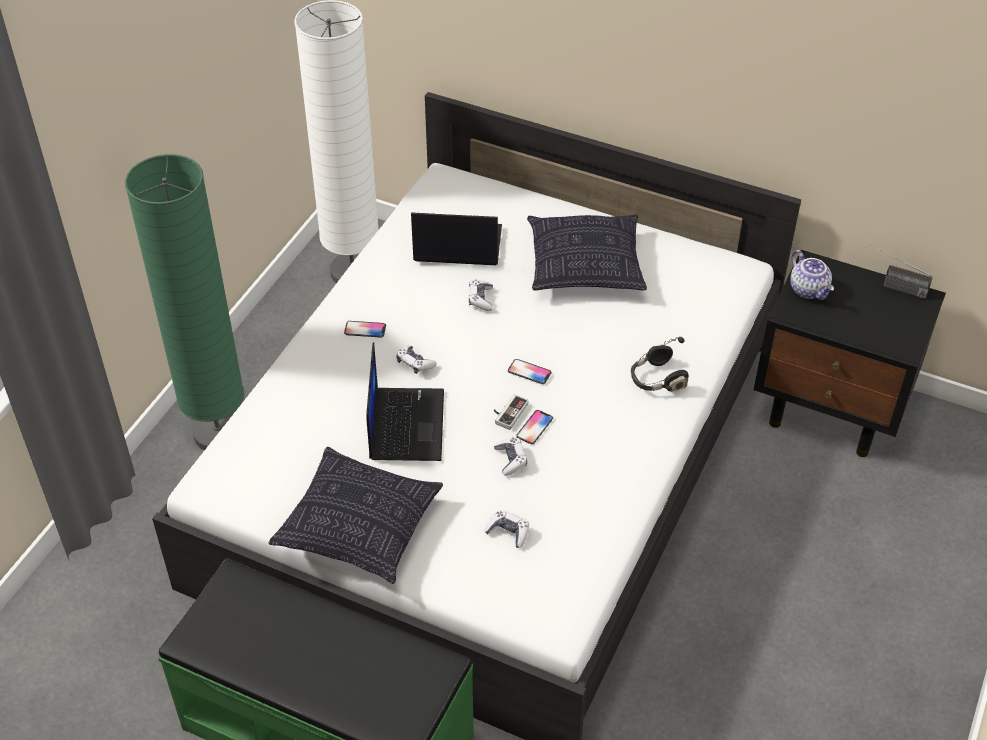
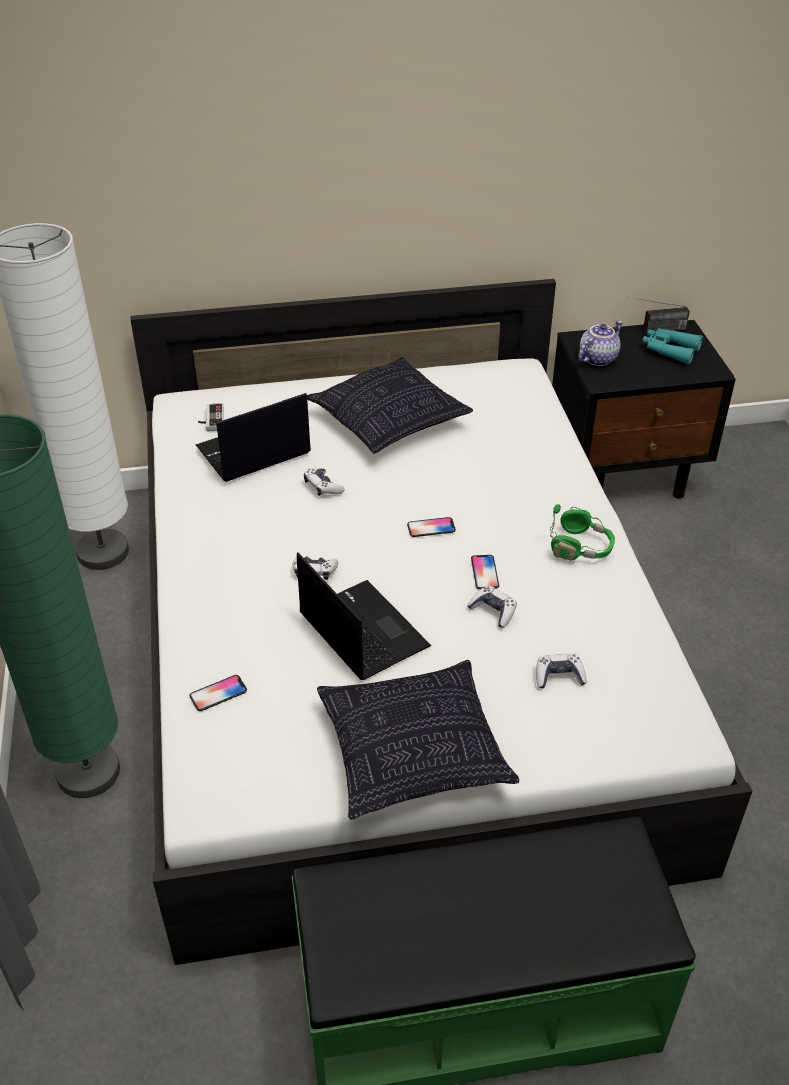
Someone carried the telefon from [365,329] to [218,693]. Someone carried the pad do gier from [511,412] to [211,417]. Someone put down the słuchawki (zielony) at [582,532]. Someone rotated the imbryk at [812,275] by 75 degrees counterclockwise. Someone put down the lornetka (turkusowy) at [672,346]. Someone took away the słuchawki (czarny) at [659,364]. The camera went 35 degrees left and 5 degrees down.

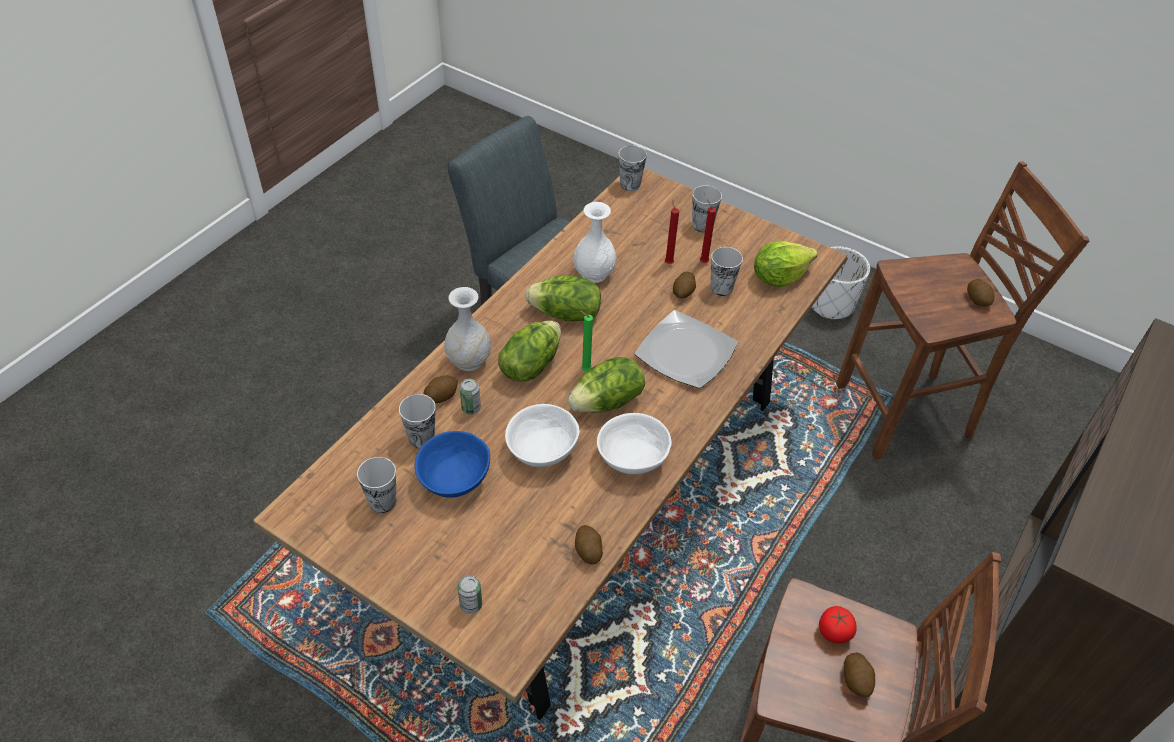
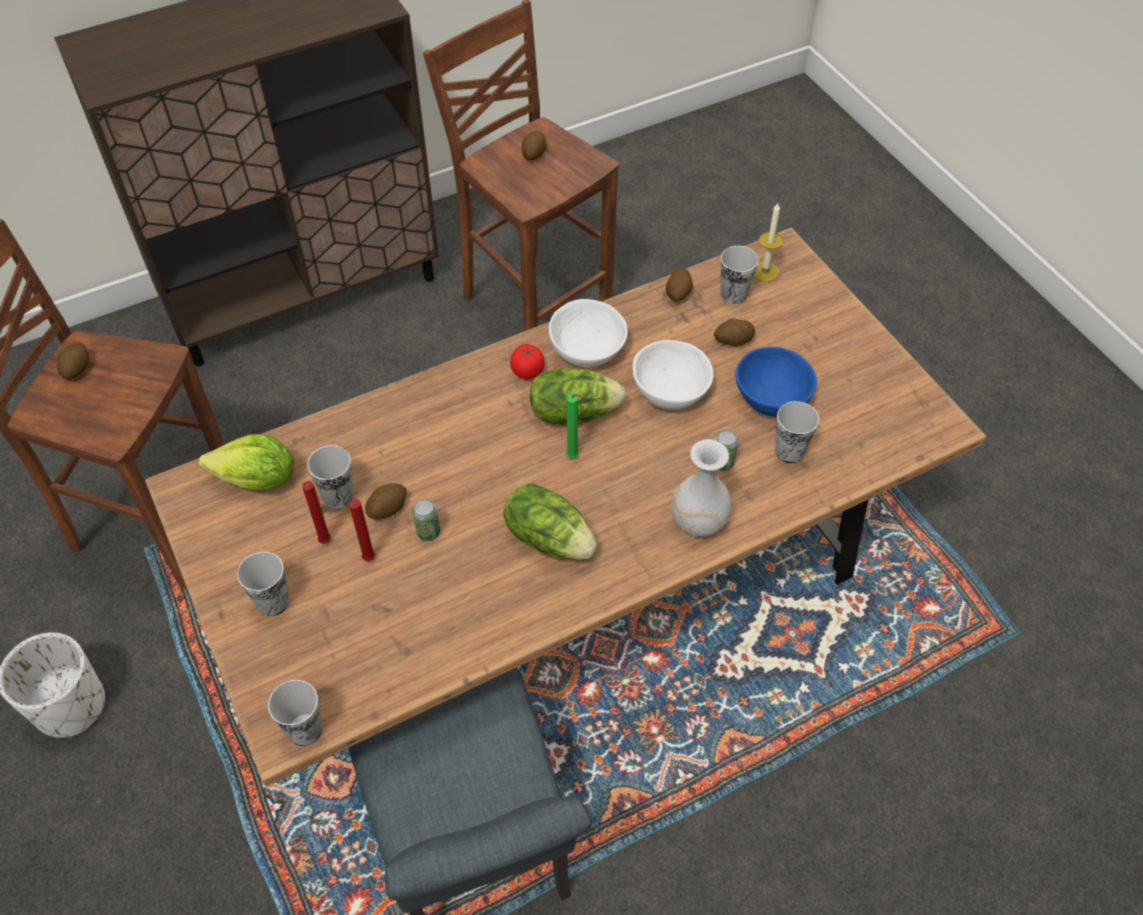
Someone carried the puszka from [470,594] to [426,520]. Someone carried the pomidor from [838,624] to [527,362]. Someone carried the ziemniak from [440,389] to [734,332]. Someone carried the filiżanka from [376,485] to [740,275]. Someone put down the świeca at [768,242]. Someone took away the sałata at [529,351]. Someone took away the wazon (biały) at [595,242]. Someone took away the talerz at [686,349]. The camera went 150 degrees left and 5 degrees up.

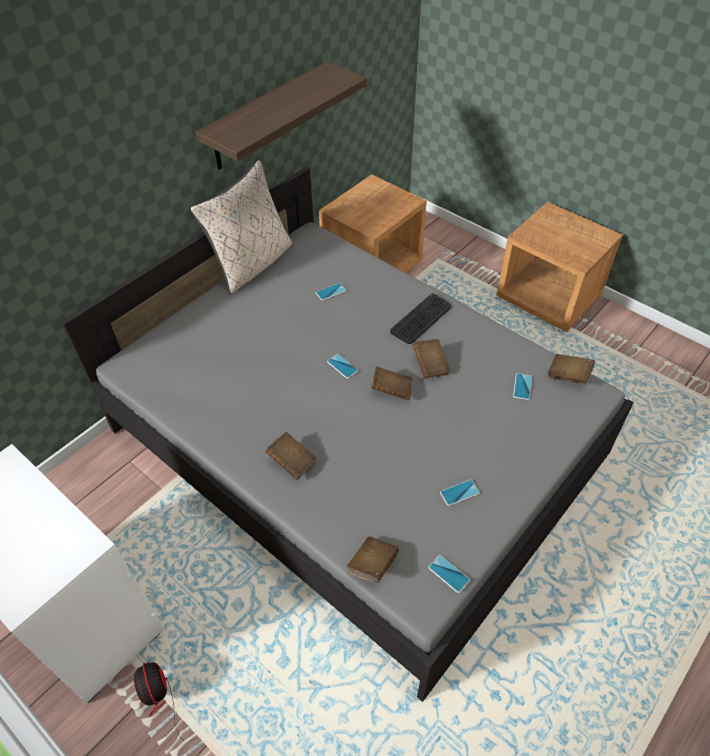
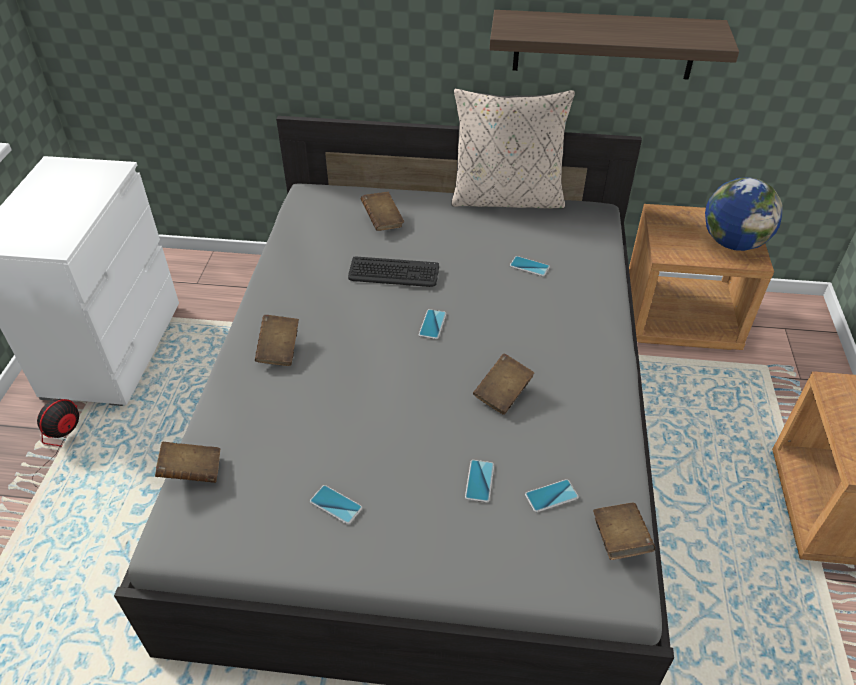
Someone carried the klawiatura from [420,318] to [393,271]. Someone carried the książka (brązowy) from [391,383] to [382,211]. Someone carried the telefon from [449,574] to [479,481]. Someone put down the globus at [744,214]. The camera went 55 degrees right and 5 degrees down.

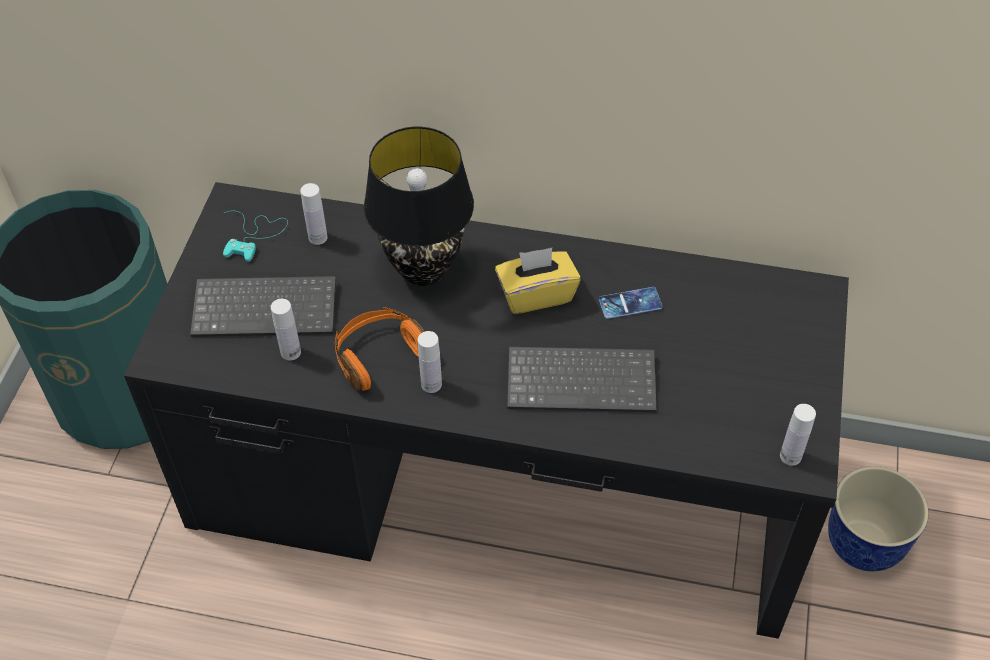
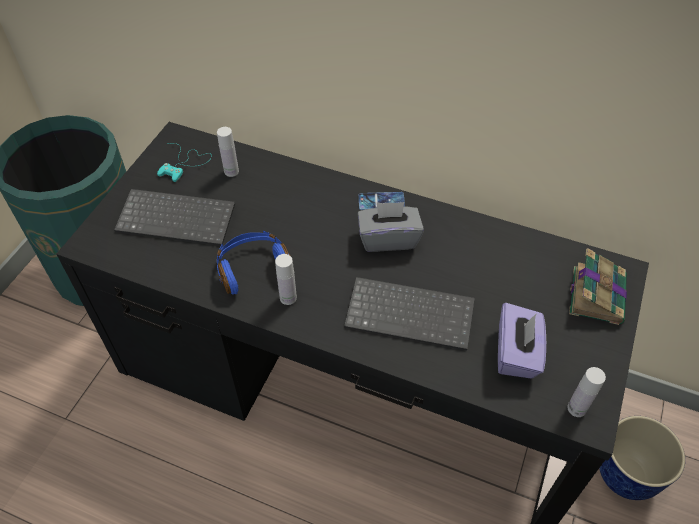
Someone repainted the słuchawki (pomarańczowy) at [379,349], which became the słuchawki (niebieski) at [254,263]. Someone repainted the pudełko chusteczek (żółty) at [538,281], which became the pudełko chusteczek (szary) at [391,227]. Someone carried the telefon from [631,303] to [382,201]. Someone put down the pudełko chusteczek (fioletowy) at [522,341]. Someone put down the książka at [598,286]. Someone took away the butelka (biały) at [286,329]. Someone took away the lampa stołowa (czarny) at [419,206]. The camera went 10 degrees right and 0 degrees up.

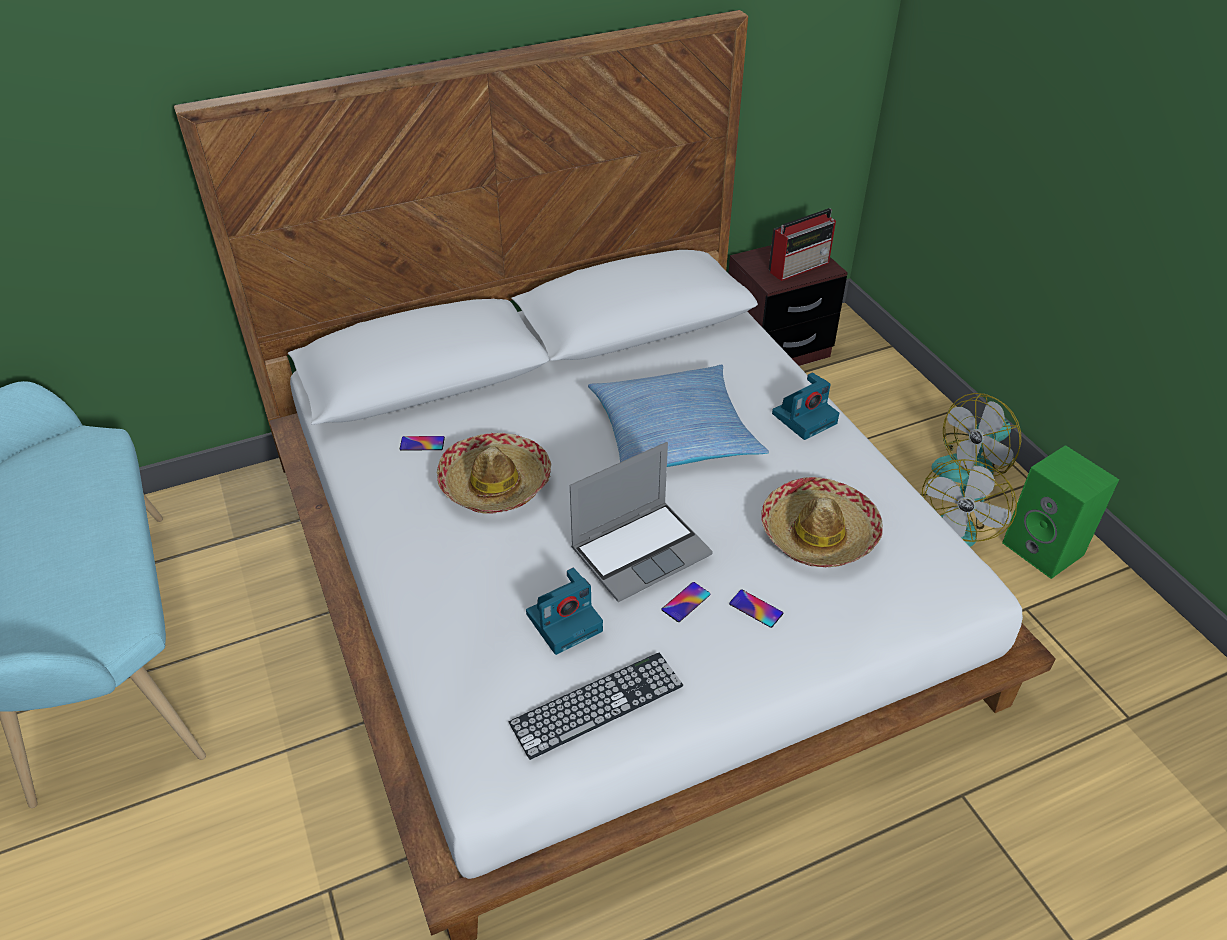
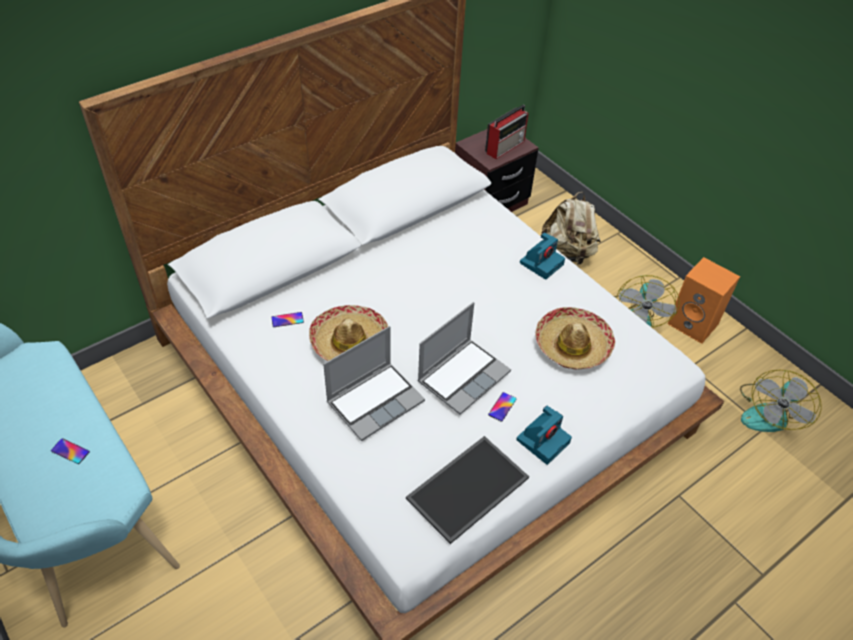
Someone carried the telefon from [756,609] to [70,451]. Someone put down the laptop at [374,383]. Someone swapped the klawiatura at [596,706] for the taca at [467,490]. Someone carried the aparat fotograficzny from [564,611] to [544,435]. Someone put down the plecak (beżowy) at [571,228]. Someone repainted the głośnik (zielony) at [1060,512], which became the głośnik (pomarańczowy) at [704,300]. Someone carried the wentylator from [976,438] to [781,401]. Someone took away the poduszka at [678,415]. The camera went 15 degrees left and 5 degrees up.

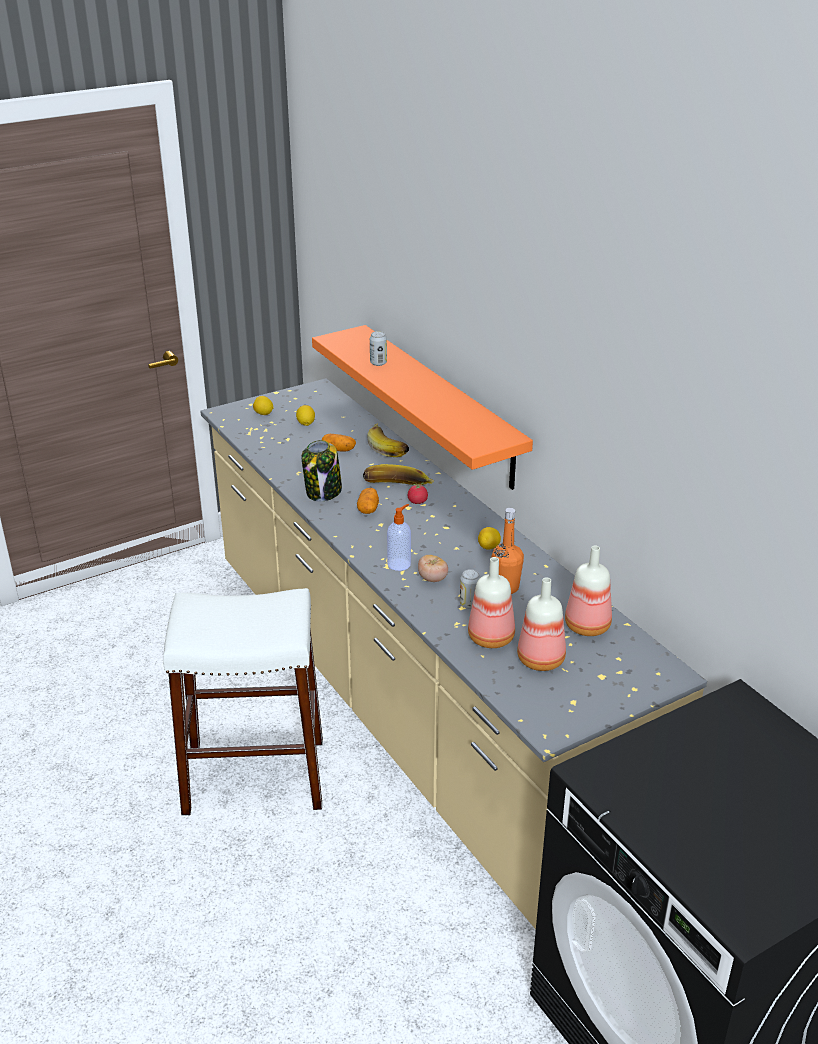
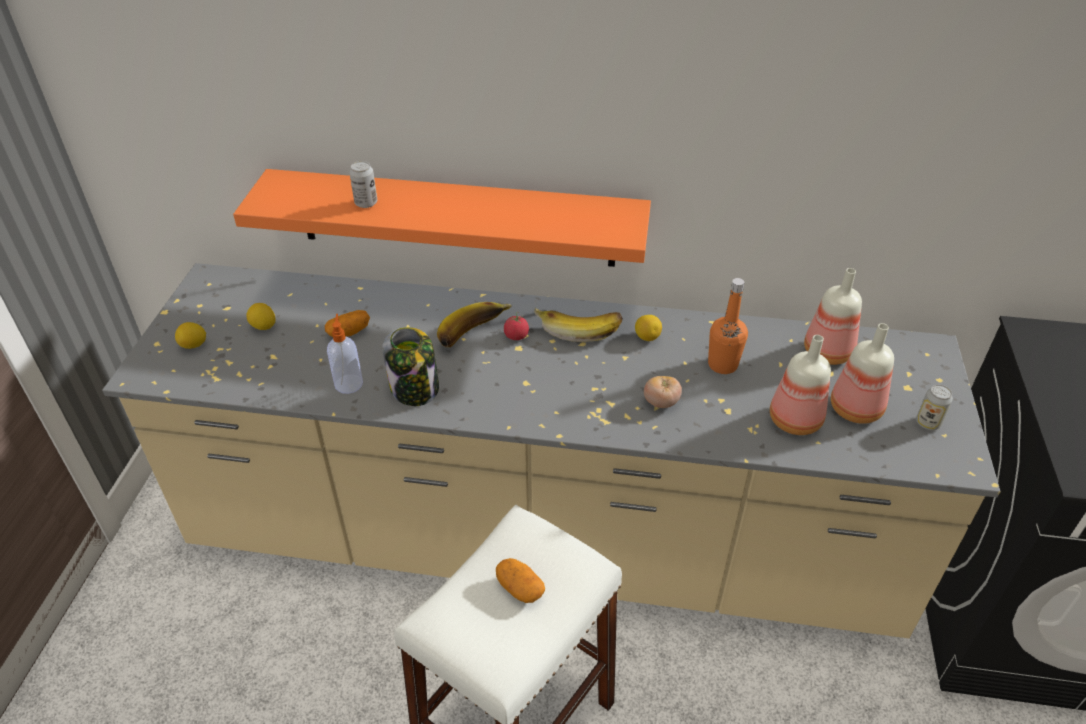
Someone carried the dozownik mydła from [399,537] to [345,354]. Someone carried the ziemniak from [368,501] to [520,580]. Someone carried the banan from [388,440] to [578,325]. Someone carried the puszka from [470,589] to [934,407]. The camera went 50 degrees left and 10 degrees up.

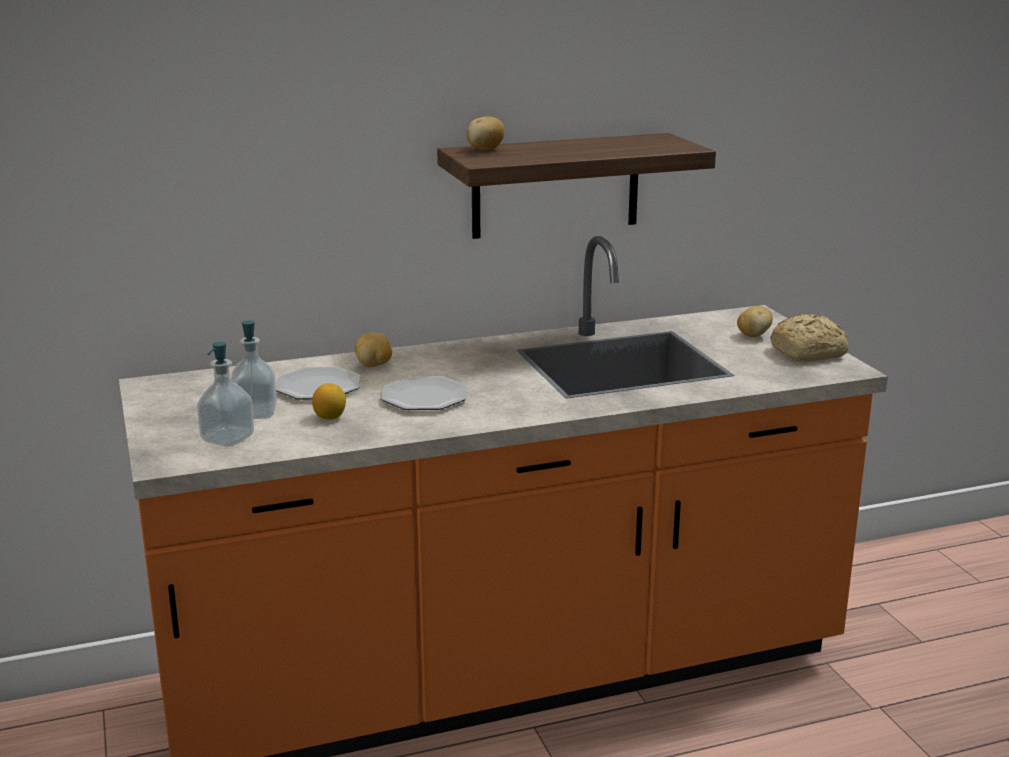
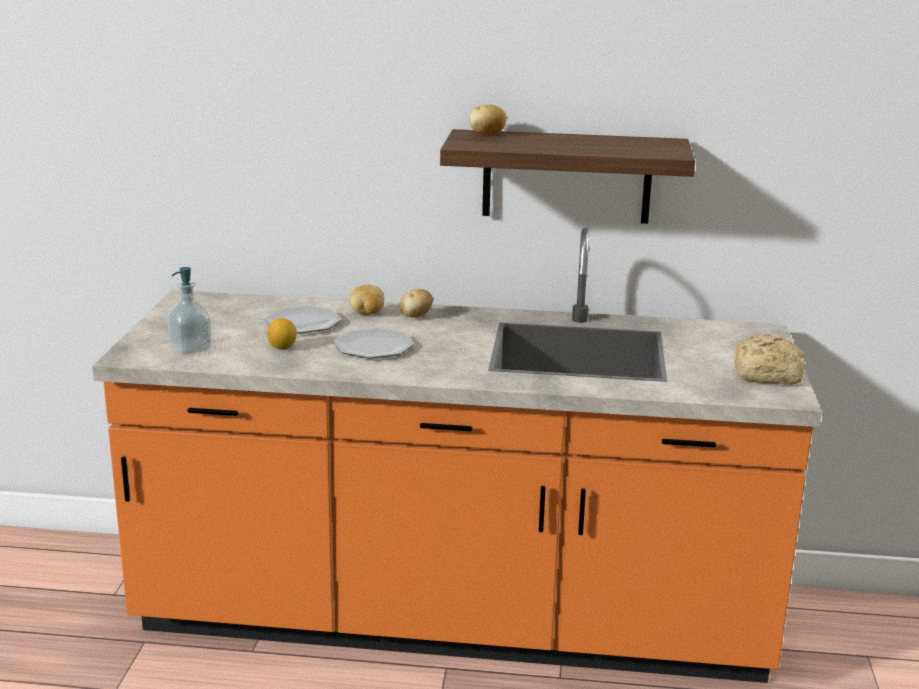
Someone carried the ziemniak from [755,321] to [416,303]. Someone took away the dozownik mydła at [254,369]. The camera went 25 degrees right and 0 degrees up.

